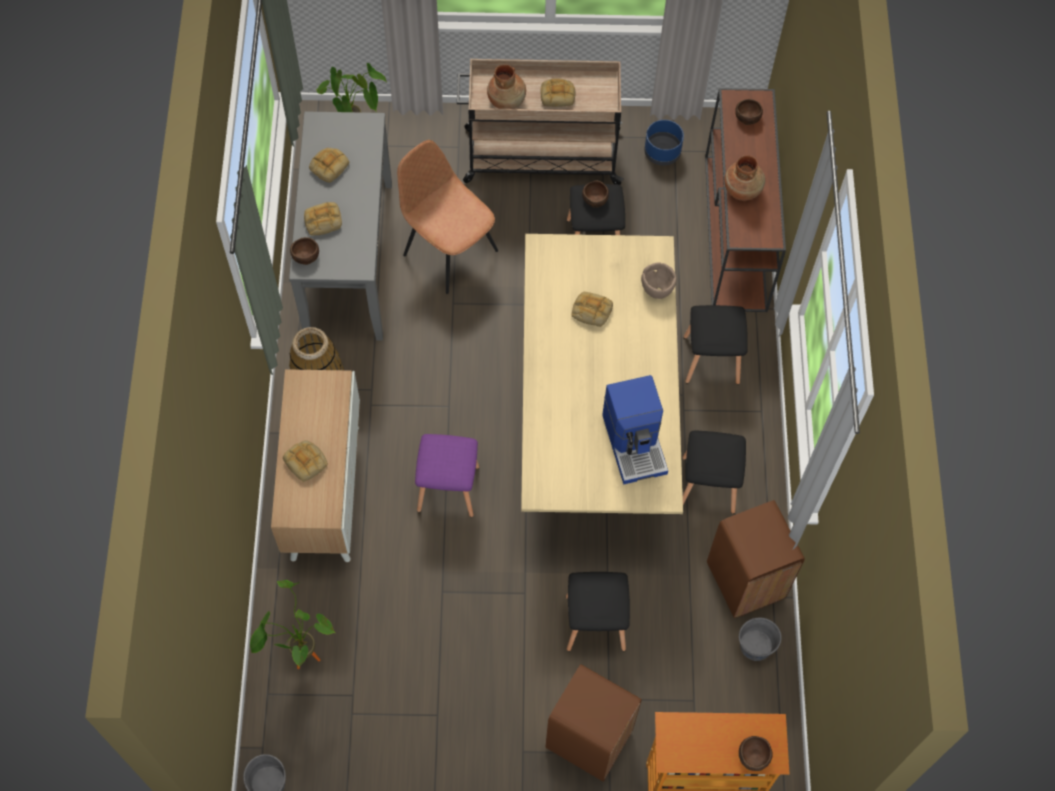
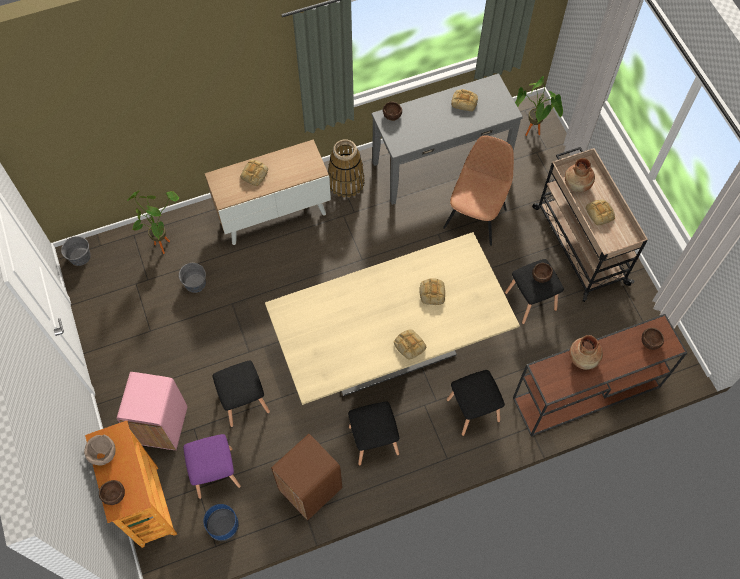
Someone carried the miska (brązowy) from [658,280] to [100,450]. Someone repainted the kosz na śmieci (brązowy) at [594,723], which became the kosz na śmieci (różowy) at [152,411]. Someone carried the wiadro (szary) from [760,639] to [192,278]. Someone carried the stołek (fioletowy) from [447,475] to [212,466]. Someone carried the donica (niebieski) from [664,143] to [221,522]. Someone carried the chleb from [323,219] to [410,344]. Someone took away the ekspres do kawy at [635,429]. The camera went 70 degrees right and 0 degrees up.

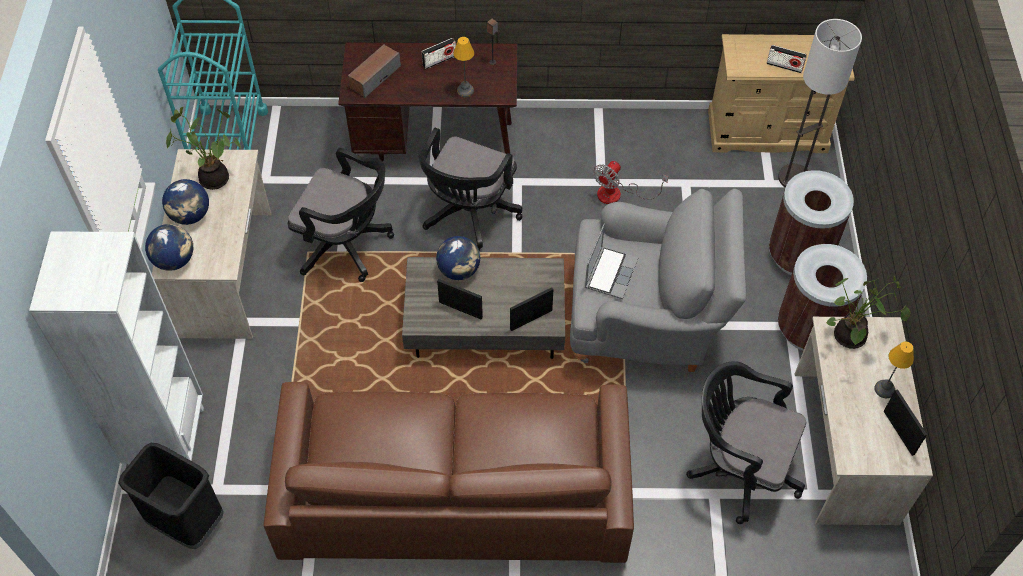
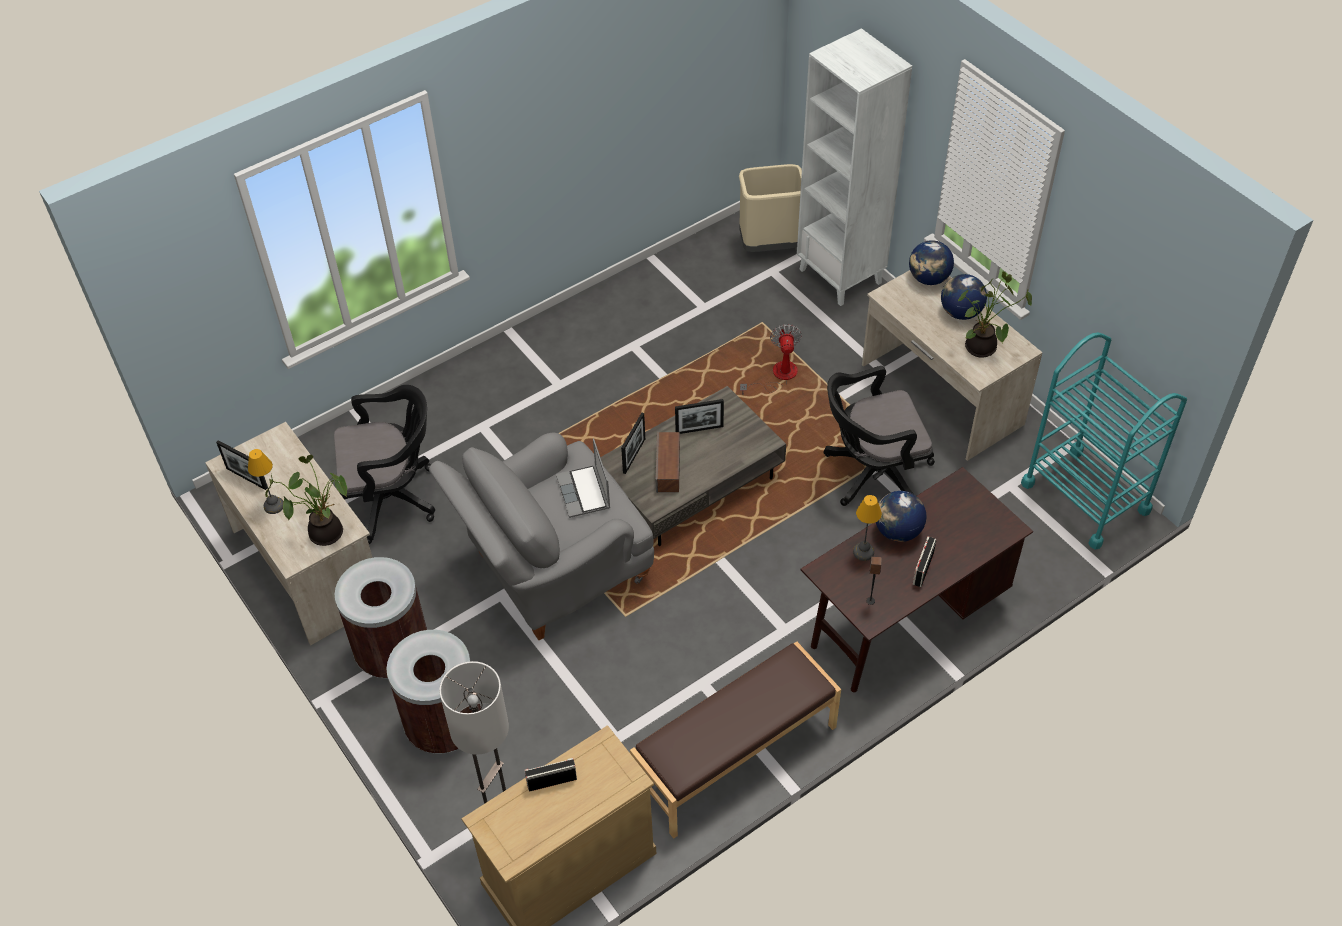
Someone put down the ławka (brązowy) at [735,740]. Someone carried the głośnik from [374,71] to [668,462]. Someone repainted the kosz na śmieci (czarny) at [171,495], which became the kosz na śmieci (beżowy) at [770,208]. Someone carried the wentylator from [630,182] to [771,359]. Someone carried the globus from [458,258] to [901,516]. Someone took away the kanapa (brązowy) at [449,472]. Someone took away the krzesło biurowe (czarny) at [470,189]. The camera went 145 degrees right and 5 degrees down.

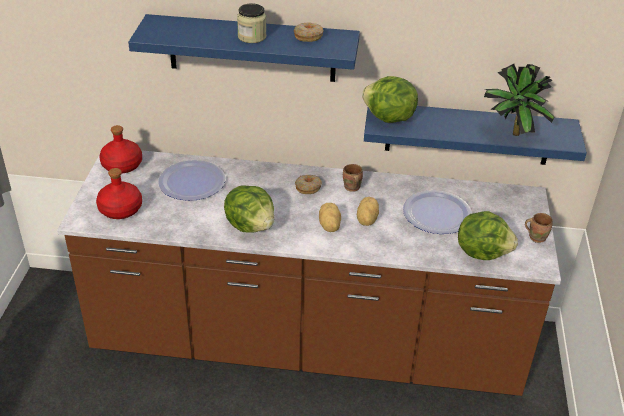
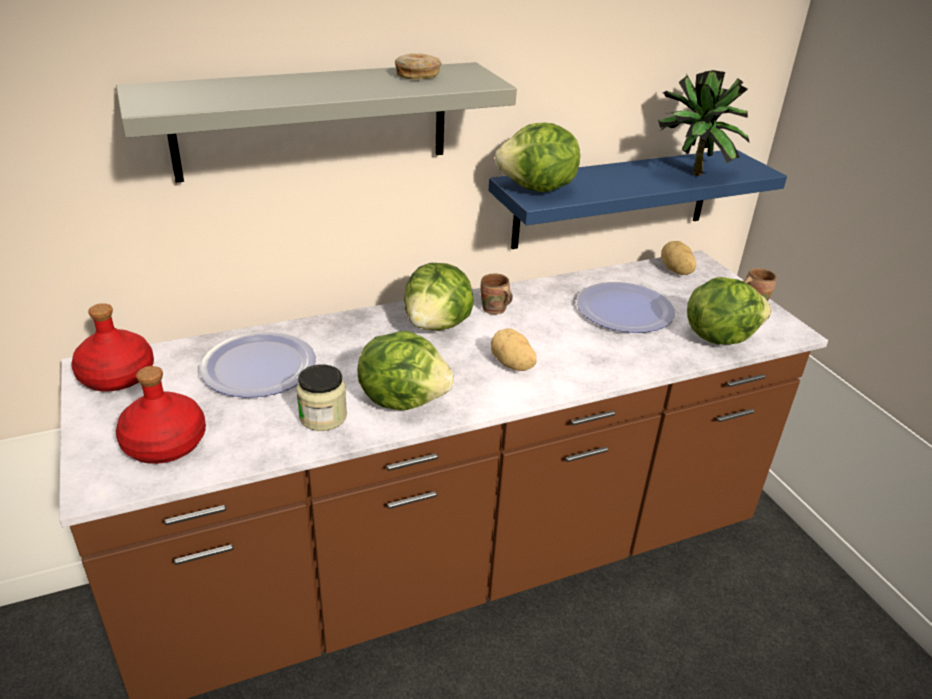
Someone repainted the półka (niebieski) at [244,48], which became the półka (szary) at [316,122]. Someone carried the słoik from [251,23] to [321,398]. Someone swapped the donut at [308,184] for the sałata at [439,297]. Someone carried the ziemniak from [368,211] to [678,258]. The camera went 30 degrees left and 5 degrees down.

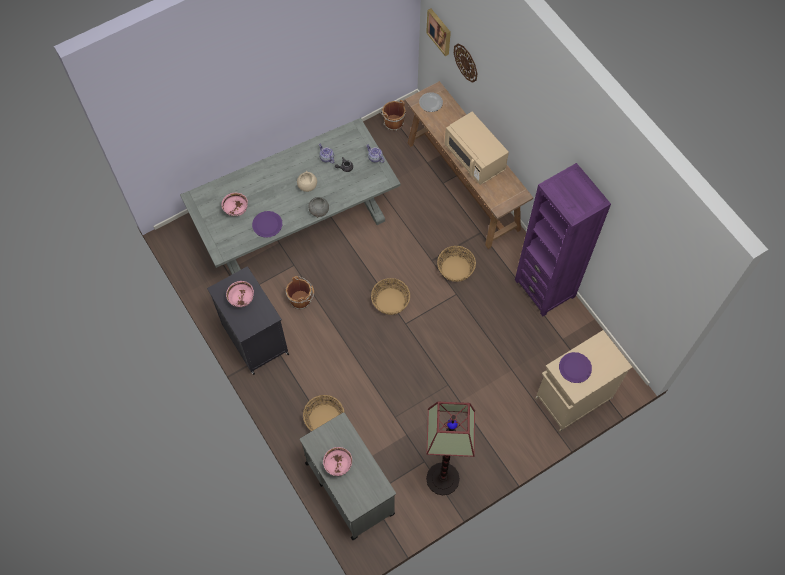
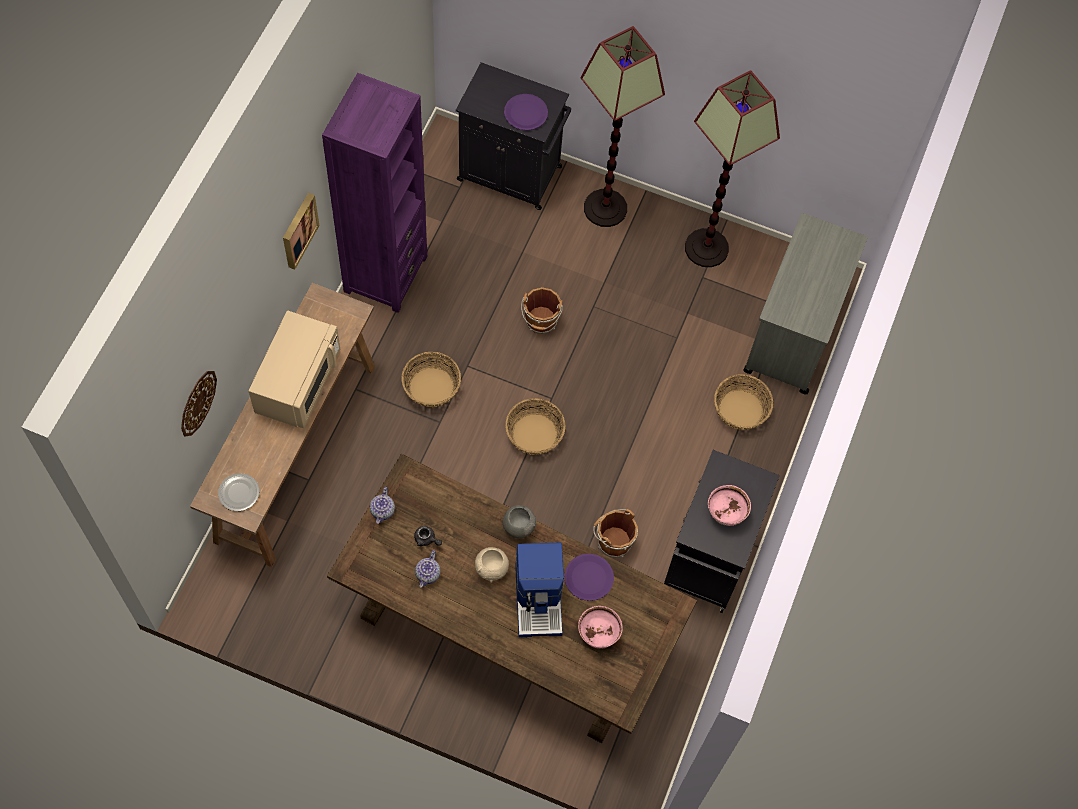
Someone carried the obraz from [438,32] to [301,231]. Someone repainted the stół jadalny (szary) at [290,196], which became the stół jadalny (brązowy) at [512,598]. Someone repainted the szafka (beżowy) at [583,381], which became the szafka (czarny) at [513,136]. Someone put down the ekspres do kawy at [539,590]. Someone carried the wiadro (brązowy) from [393,115] to [542,310]. Someone put down the lampa stojąca at [622,126]. Someone took away the miska (różowy) at [337,461]. The camera went 130 degrees left and 0 degrees up.

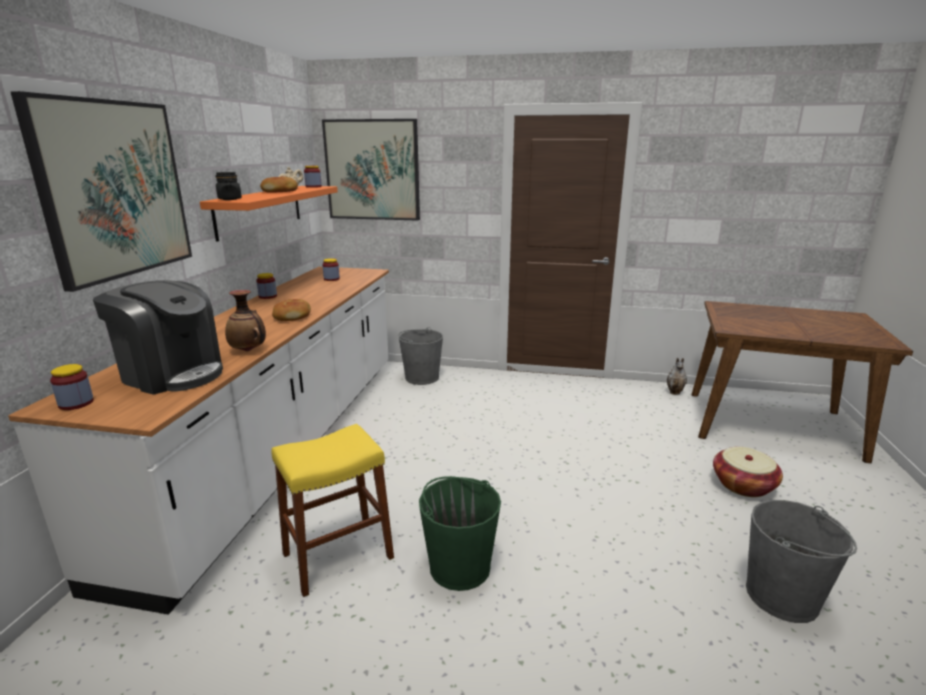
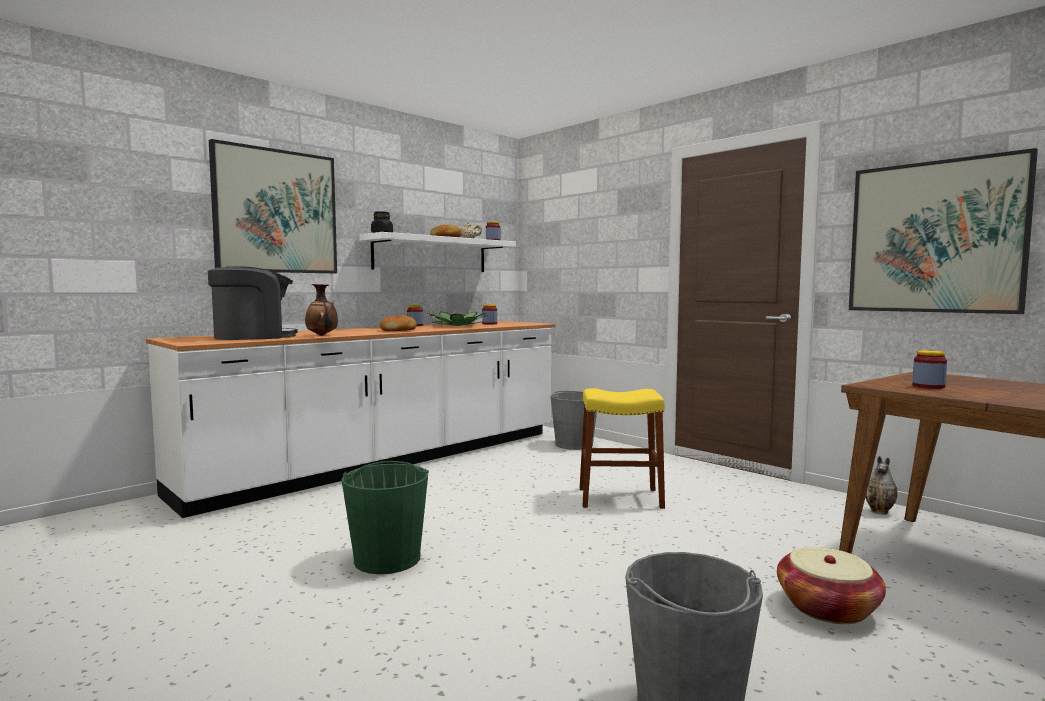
Someone rotated the ekspres do kawy at [158,337] by 90 degrees counterclockwise. Someone repainted the półka (pomarańczowy) at [269,214], which became the półka (biały) at [437,252]. Someone put down the roślina doniczkowa at [458,319]. Someone carried the stołek (żółty) from [333,510] to [622,448]. Someone carried the obraz from [371,170] to [943,231]. Someone carried the słoik from [72,387] to [929,369]. The camera went 35 degrees right and 15 degrees down.

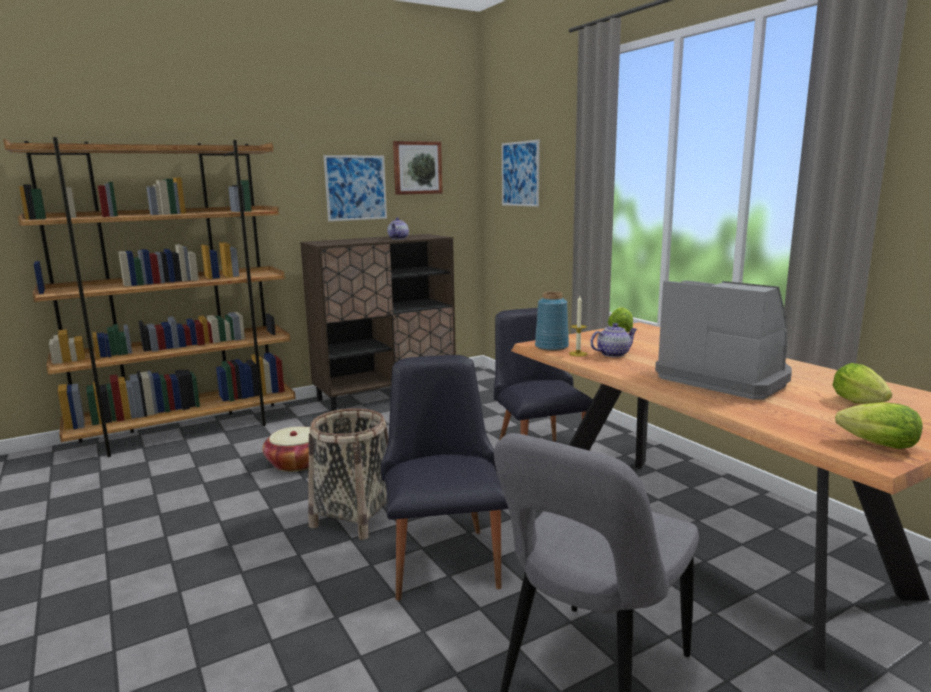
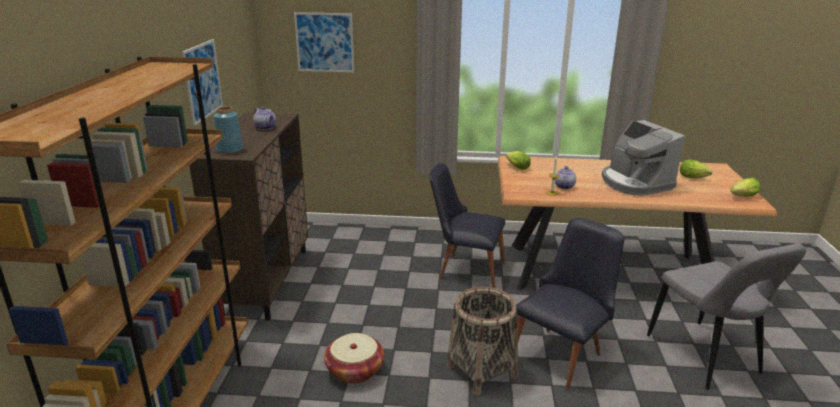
Someone carried the wazon (niebieski) from [552,321] to [228,130]. Someone rotated the krzesło (czarny) at [444,478] by 105 degrees clockwise. Someone rotated the ekspres do kawy at [723,340] by 105 degrees counterclockwise. Someone took away the obraz at [418,168]. The camera went 55 degrees left and 10 degrees up.

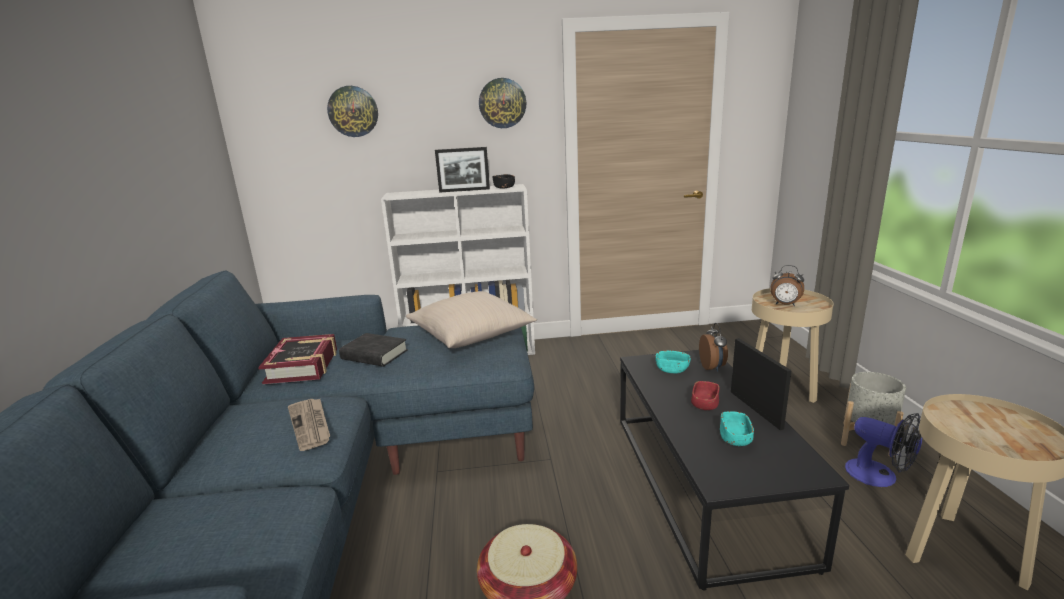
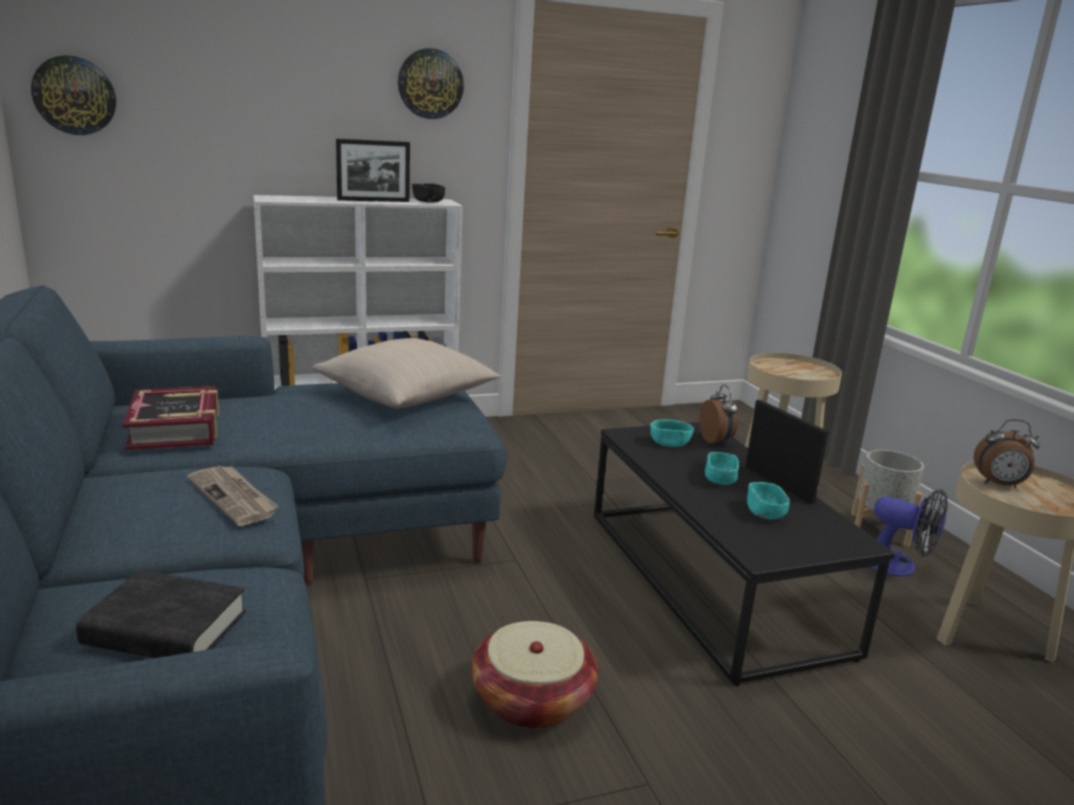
Someone carried the zegar ścienny from [352,111] to [73,95]. Someone carried the książka (czarny) from [373,350] to [161,614]. Someone repainted the miska (czerwony) at [705,395], which became the miska (turkusowy) at [722,468]. Someone carried the budzik from [787,285] to [1007,453]. The camera went 15 degrees left and 0 degrees up.

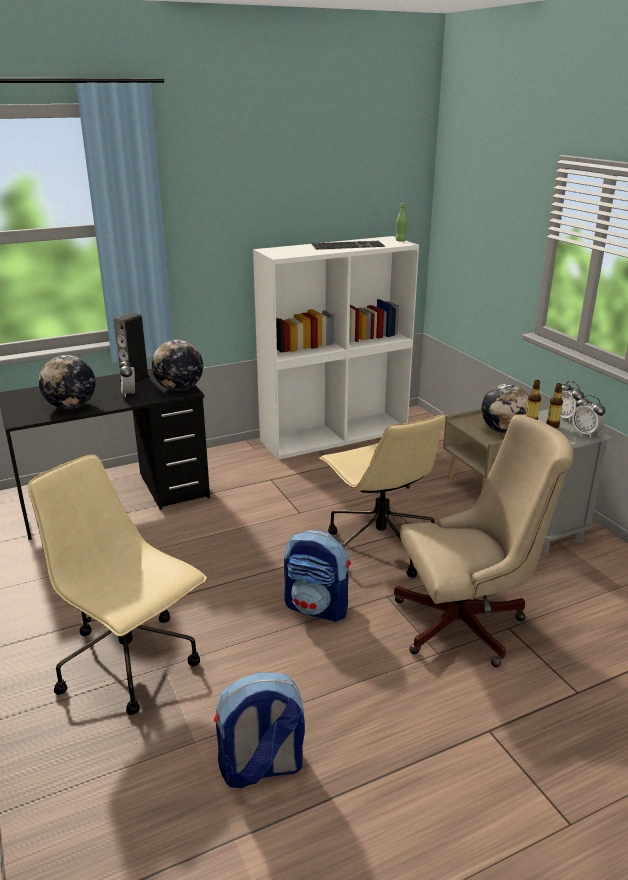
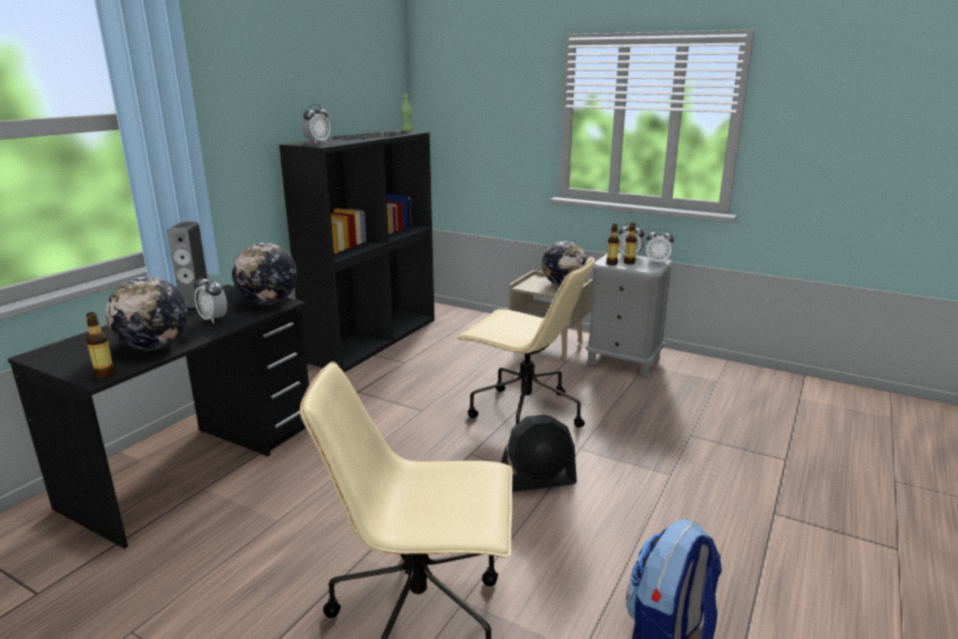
Someone put down the butelka at [100,345]. Someone repainted the regał (biały) at [336,348], which became the regał (czarny) at [356,251]. Someone put down the budzik at [316,123]. Someone swapped the plecak at [317,576] for the wentylator (czarny) at [539,453]. Someone took away the krzesło biurowe (beżowy) at [483,540]. The camera went 35 degrees left and 5 degrees down.

